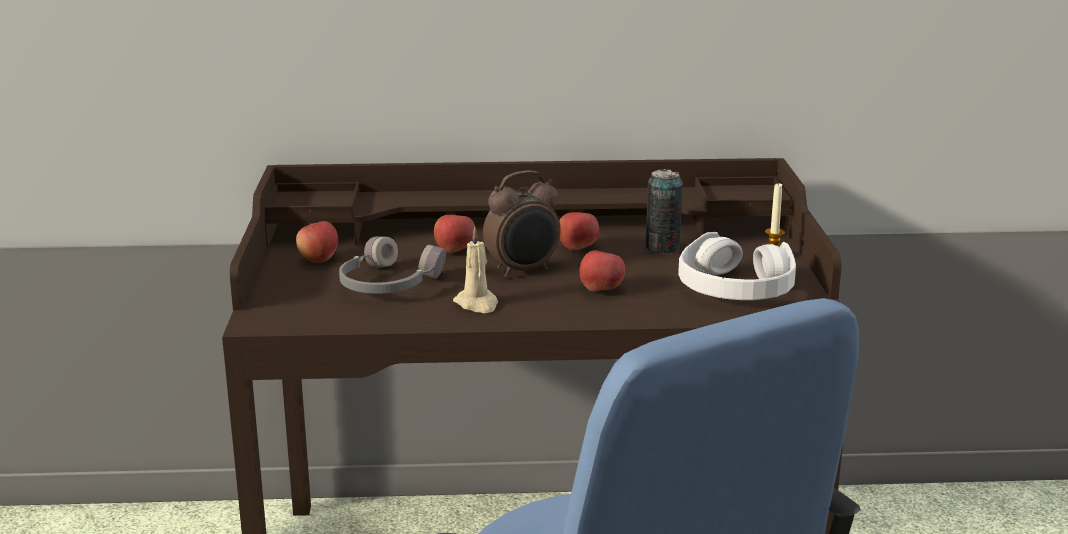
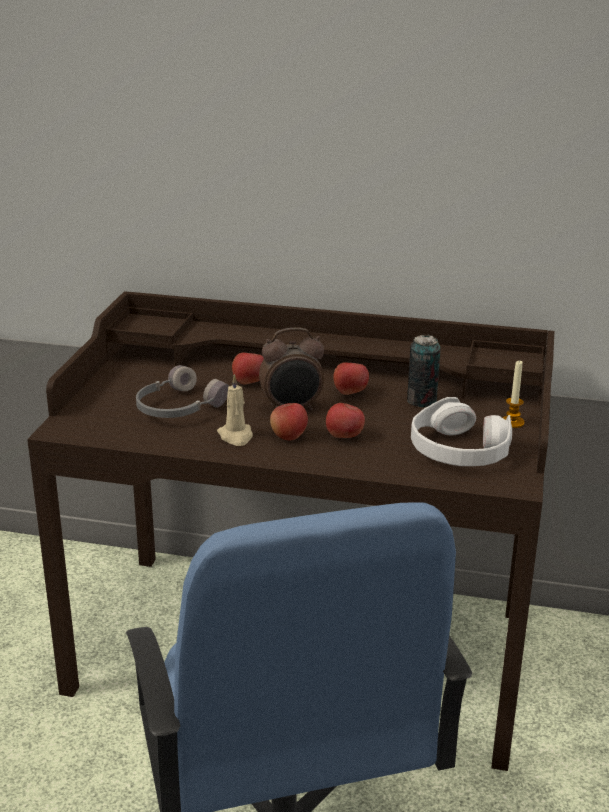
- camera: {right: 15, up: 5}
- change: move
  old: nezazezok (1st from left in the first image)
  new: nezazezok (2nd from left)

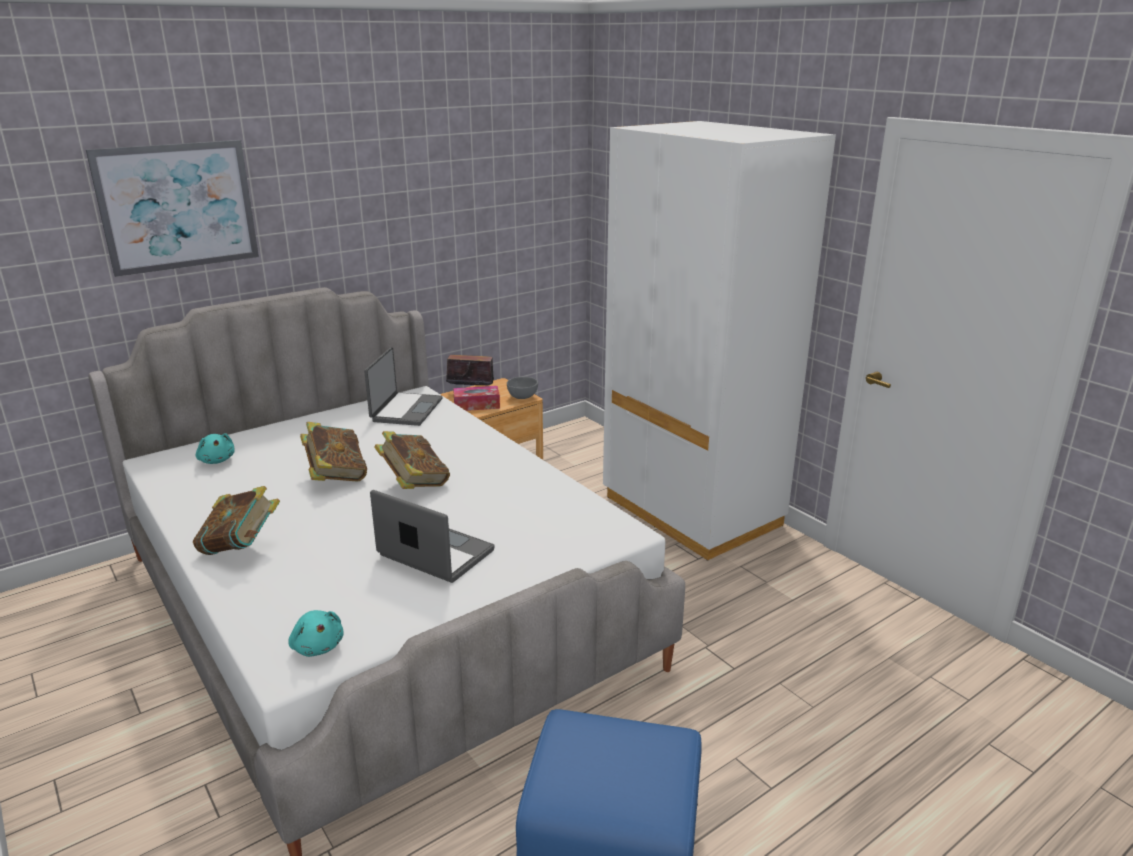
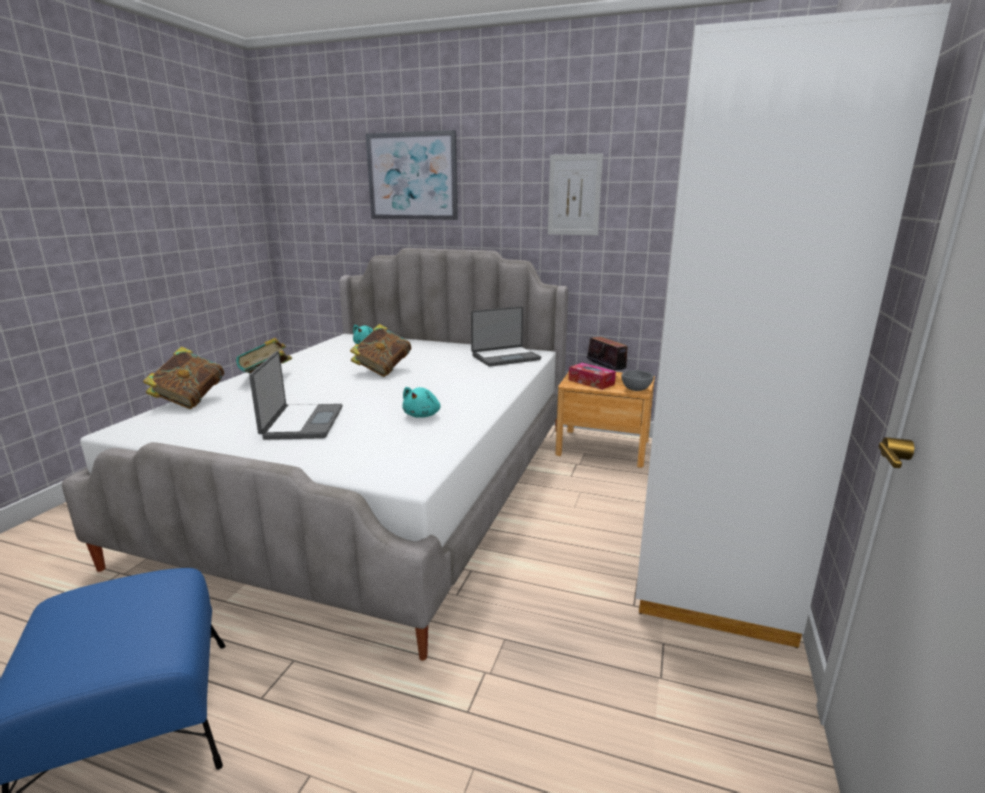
- camera: {right: 55, up: -5}
- change: move
  old: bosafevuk (3rd from left in the first image)
  new: bosafevuk (1st from left)
- change: move
  old: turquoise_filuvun (2nd from left)
- change: insert
  new: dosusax (2nd from left)

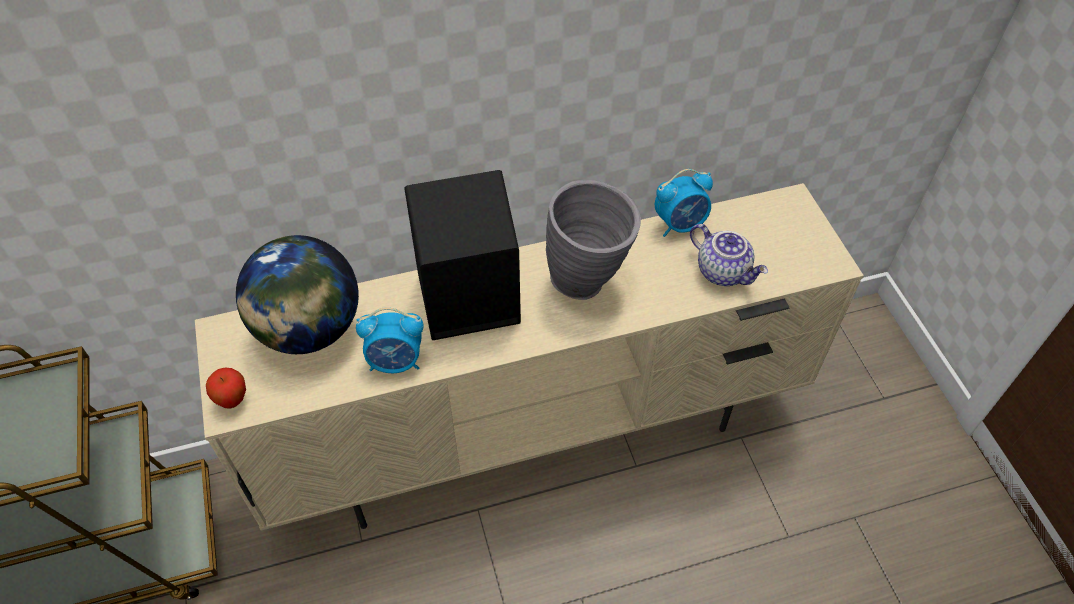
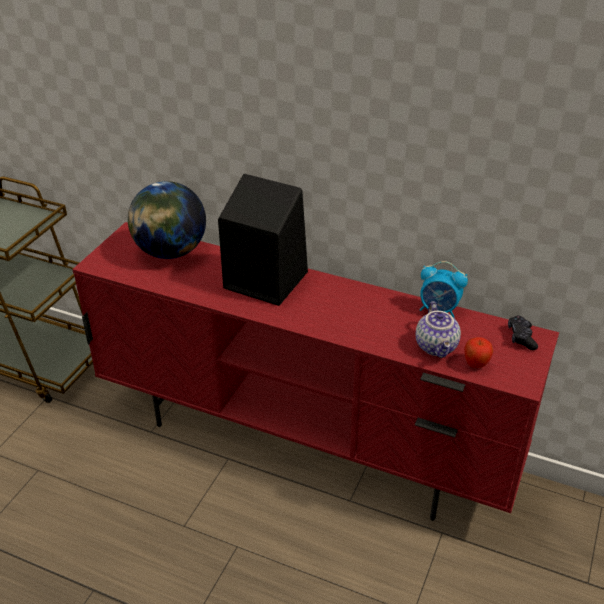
- camera: {right: 40, up: -15}
- change: delete
  old: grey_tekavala
- change: recolor
  old: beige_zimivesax
  new: red_zimivesax
- change: delete
  old: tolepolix (1st from left)
- change: move
  old: nezazezok
- change: insert
  new: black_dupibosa

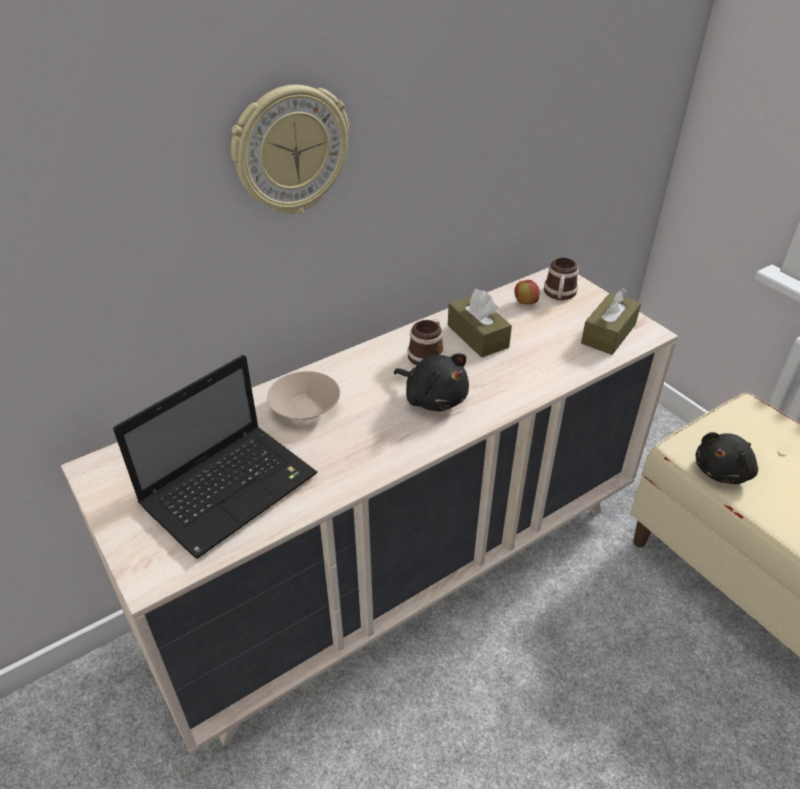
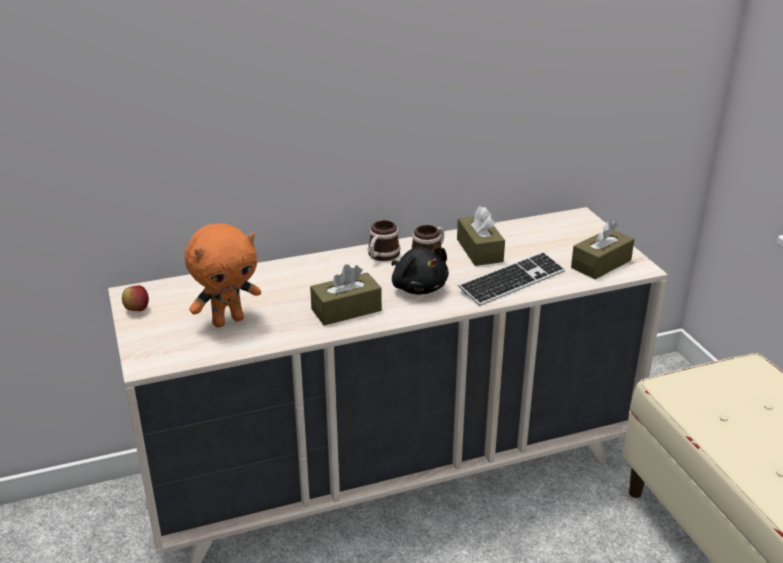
- camera: {right: 15, up: -10}
- change: delete
  old: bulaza
- change: move
  old: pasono (2nd from left in the first image)
  new: pasono (1st from left)
- change: move
  old: nezazezok
- change: replace
  old: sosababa
  new: orange_filuvun
- change: delete
  old: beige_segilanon
- change: delete
  old: black_filuvun (2nd from left)
- change: insert
  new: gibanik
- change: insert
  new: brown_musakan (1st from left)

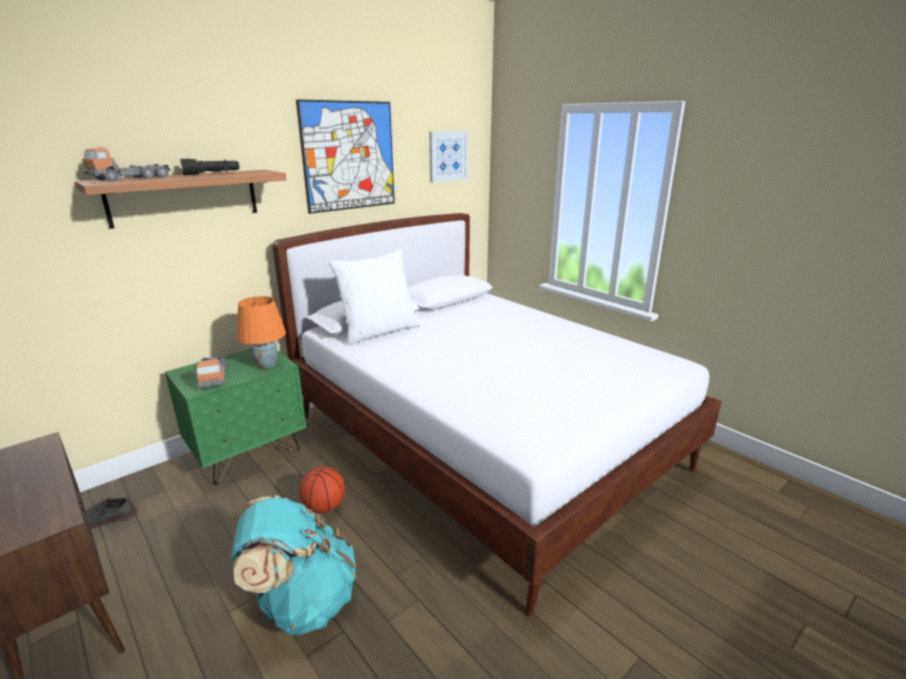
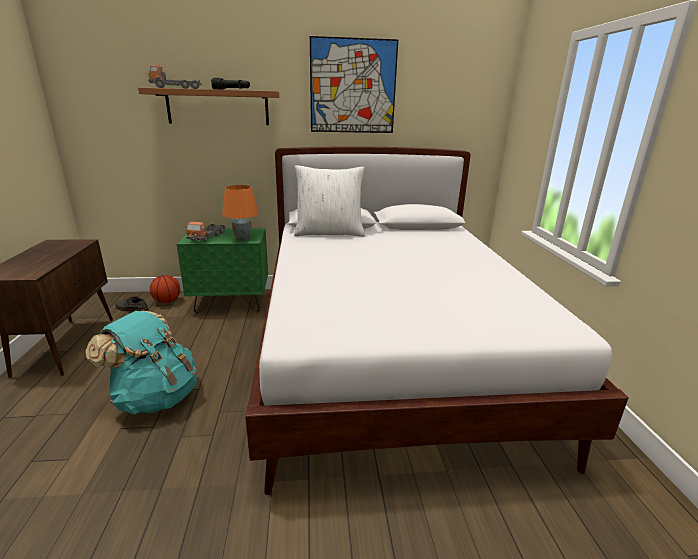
- camera: {right: 35, up: 0}
- change: delete
  old: dosusax (2nd from left)
- change: move
  old: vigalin

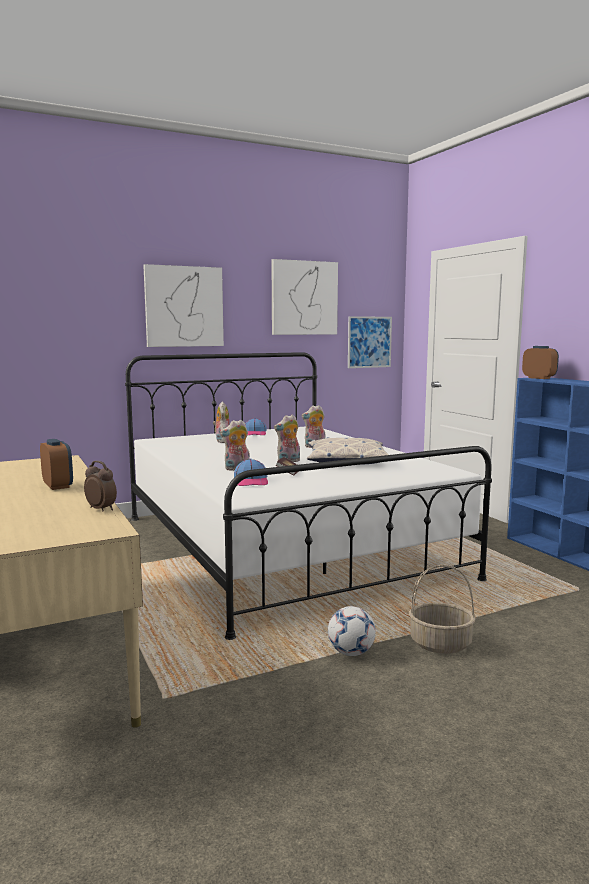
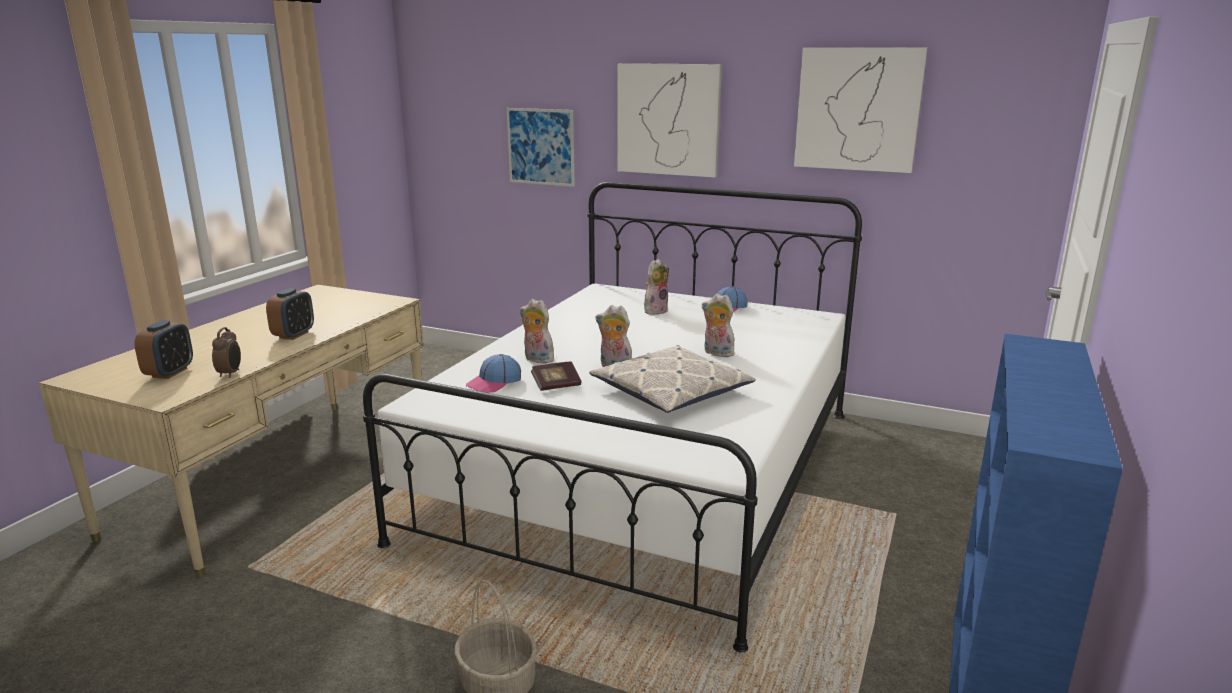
- camera: {right: 50, up: 10}
- change: move
  old: dosusax (3rd from left in the first image)
  new: dosusax (1st from left)
- change: move
  old: tolepolix (3rd from left in the first image)
  new: tolepolix (1st from left)
- change: delete
  old: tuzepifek

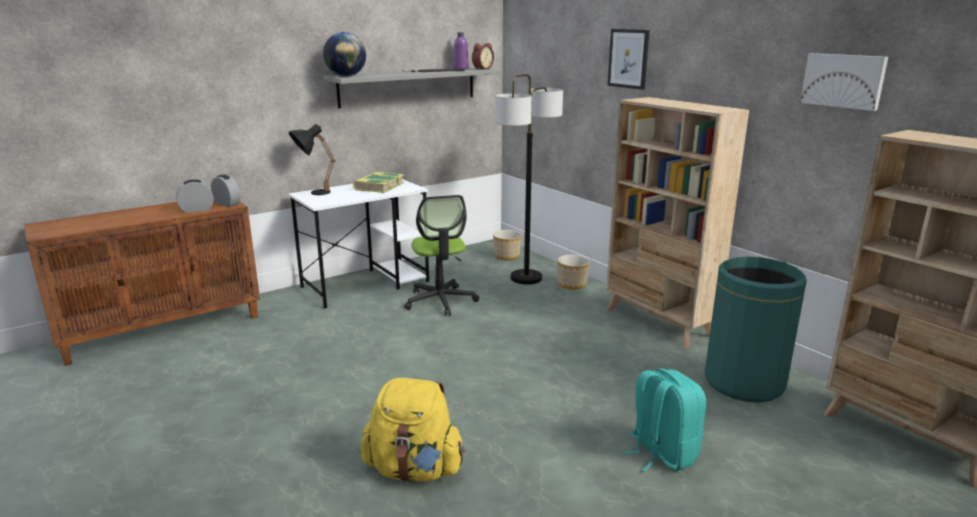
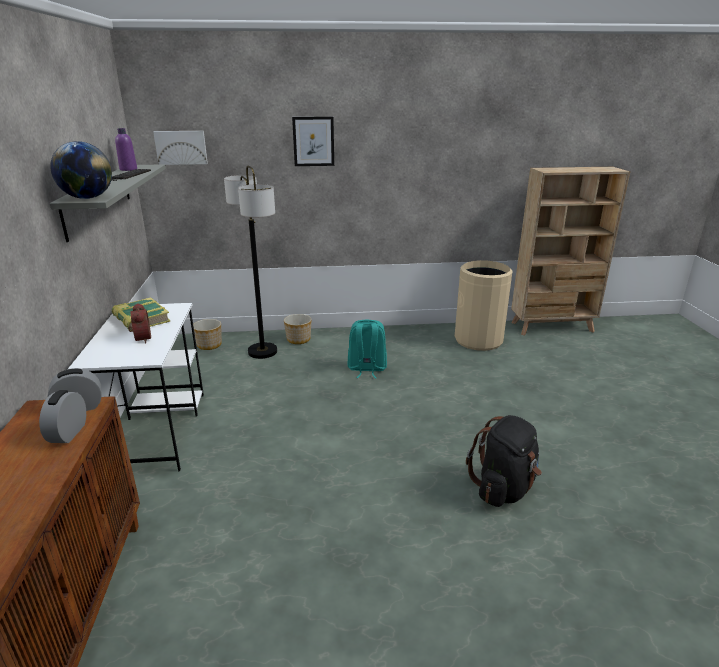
- camera: {right: -60, up: 5}
- change: move
  old: tolepolix (3rd from left)
- change: move
  old: dosusax (2nd from left in the first image)
  new: dosusax (1st from left)
- change: delete
  old: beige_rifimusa (1st from left)
- change: delete
  old: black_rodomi
- change: delete
  old: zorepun
- change: recolor
  old: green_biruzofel
  new: beige_biruzofel
- change: move
  old: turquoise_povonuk
- change: recolor
  old: yellow_povonuk
  new: black_povonuk

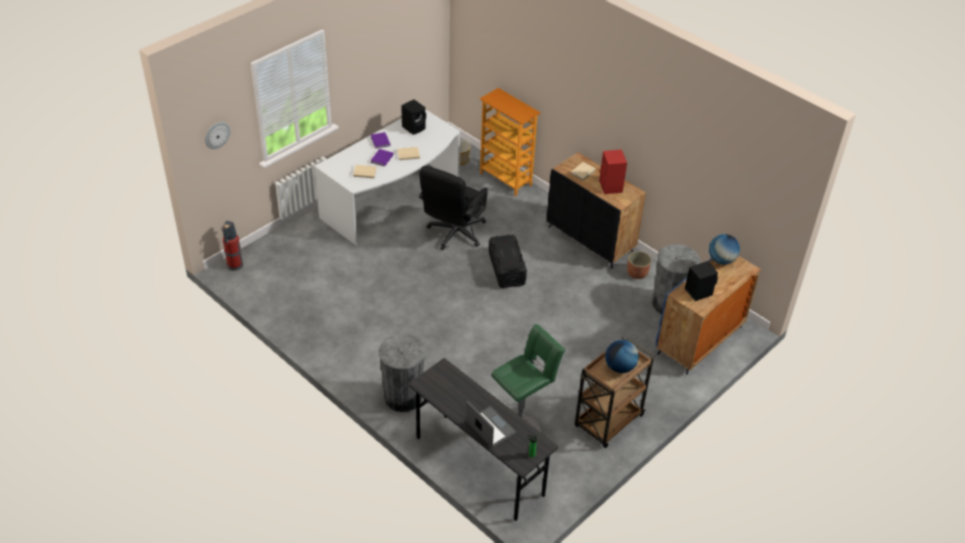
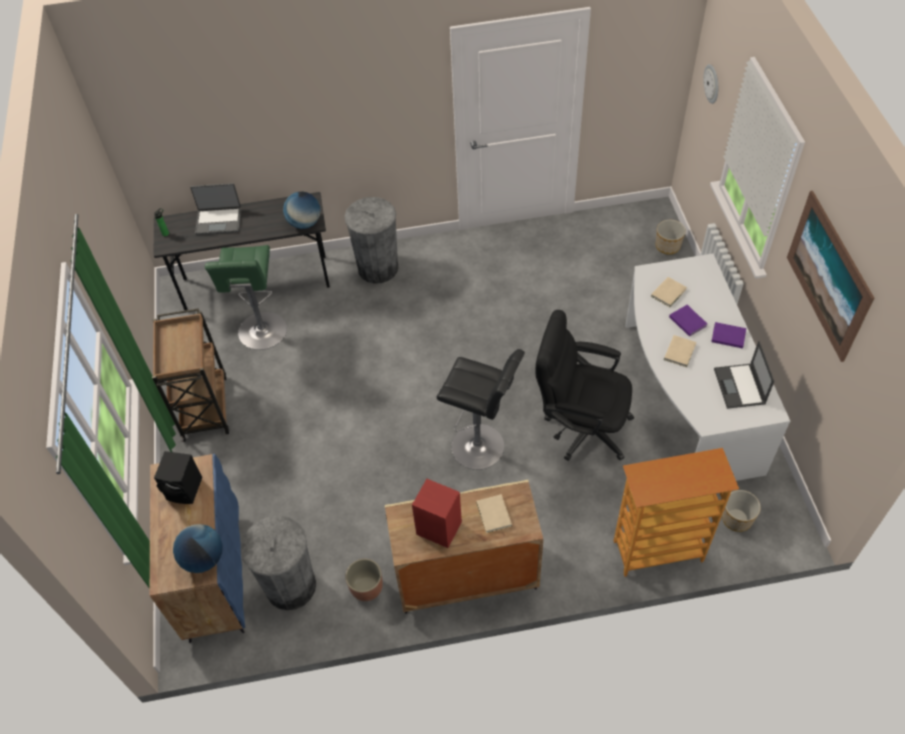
- camera: {right: 130, up: 10}
- change: replace
  old: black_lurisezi (1st from left)
  new: sosababa (2nd from left)
- change: recolor
  old: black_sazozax
  new: beige_sazozax
- change: rotate
  old: black_zorepun
  degrees: -45
- change: delete
  old: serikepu
- change: replace
  old: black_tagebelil
  new: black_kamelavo
- change: move
  old: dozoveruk (1st from left in the first image)
  new: dozoveruk (2nd from left)
- change: insert
  new: dosusax
- change: insert
  new: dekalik (2nd from left)

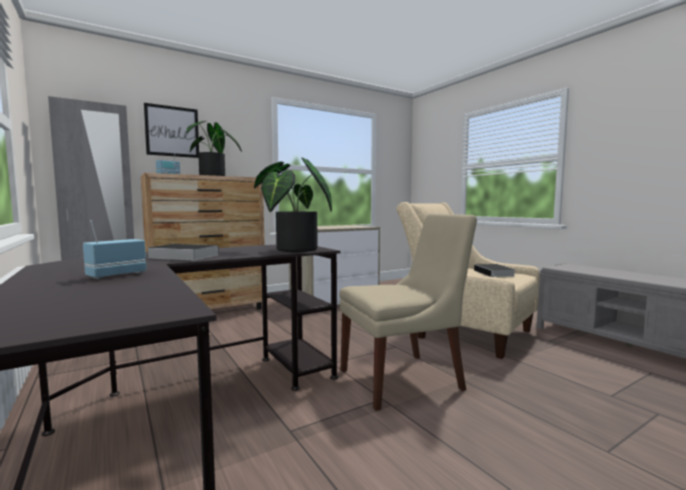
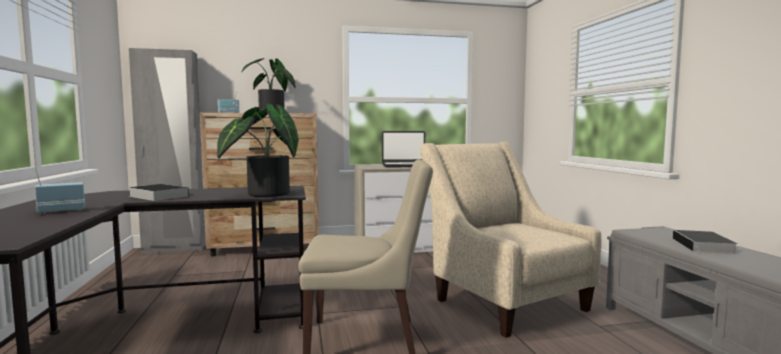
- camera: {right: 20, up: 0}
- change: delete
  old: dosusax
- change: move
  old: bosafevuk (2nd from left)
- change: insert
  new: sosababa

